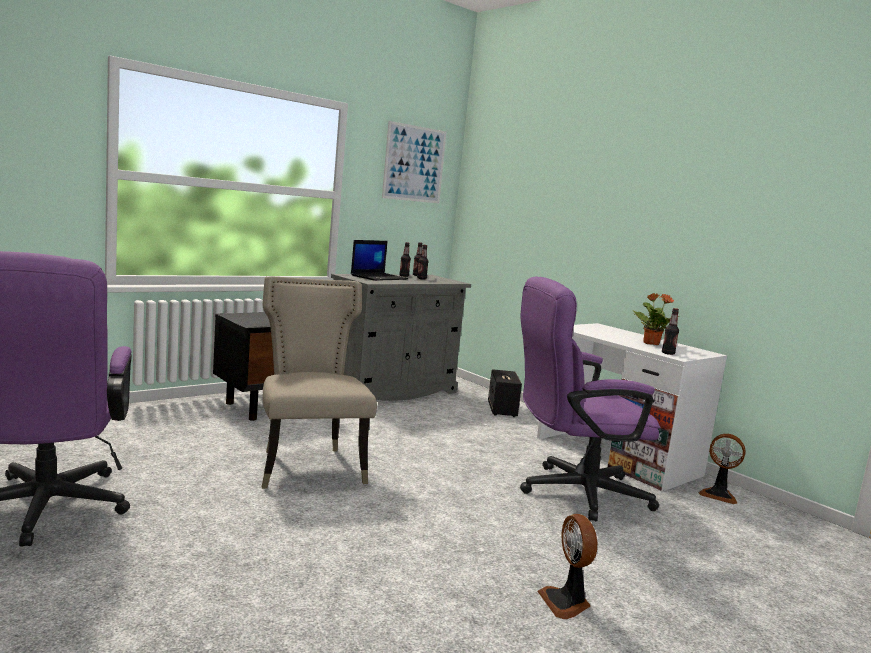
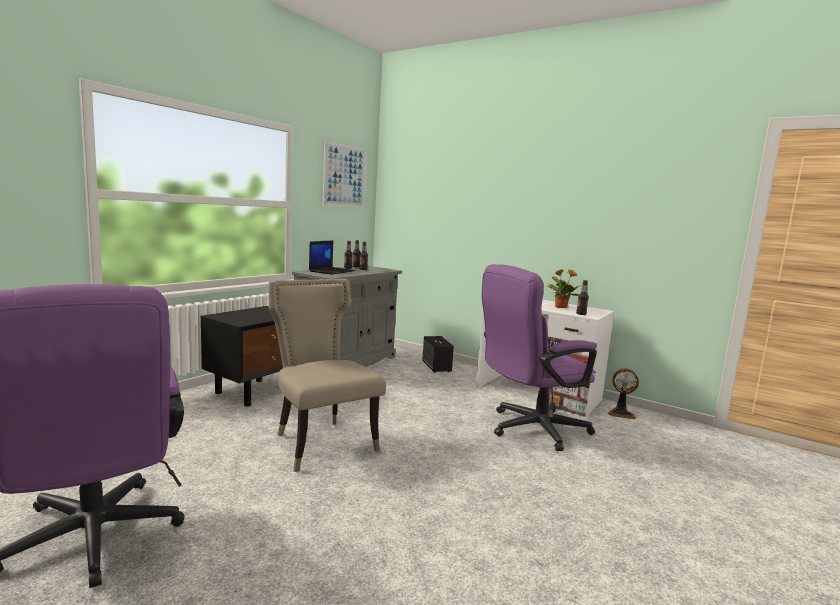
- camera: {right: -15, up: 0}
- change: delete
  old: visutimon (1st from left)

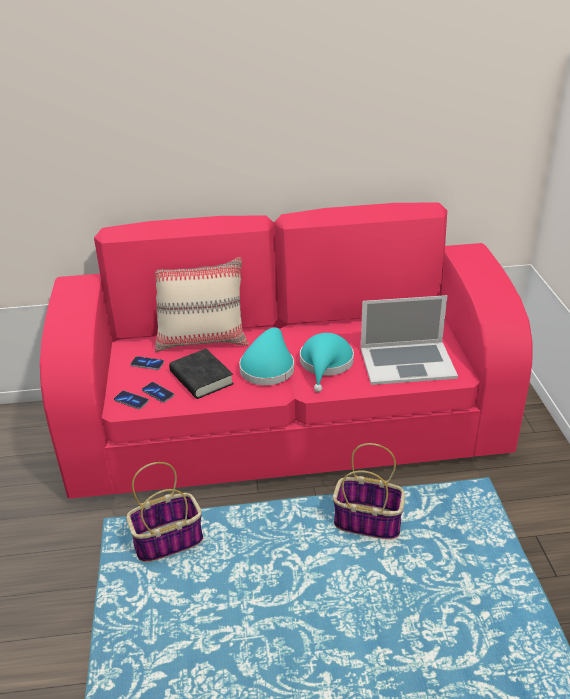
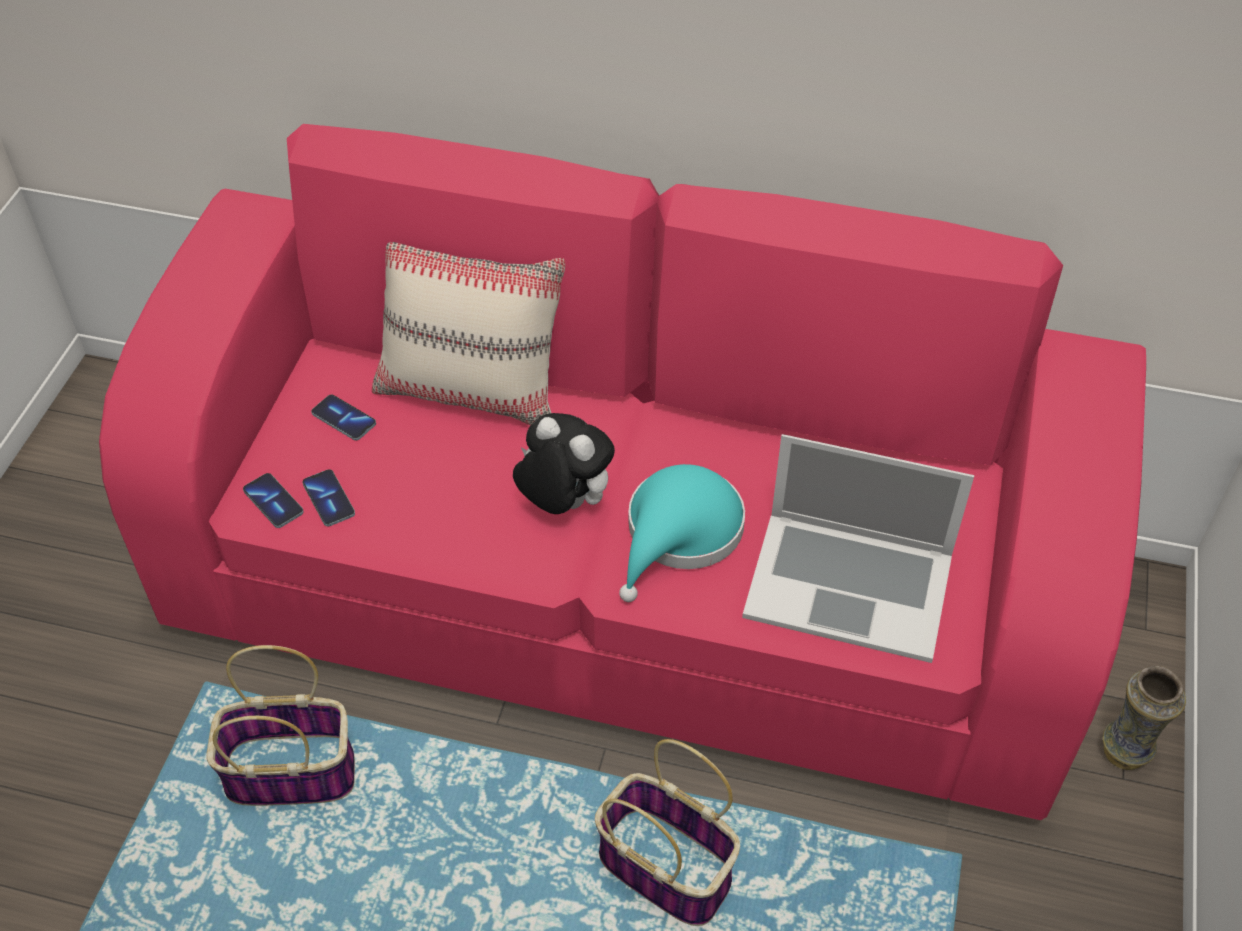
- camera: {right: 20, up: 15}
- change: replace
  old: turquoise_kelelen (1st from left)
  new: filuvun
- change: delete
  old: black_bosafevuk
- change: insert
  new: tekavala

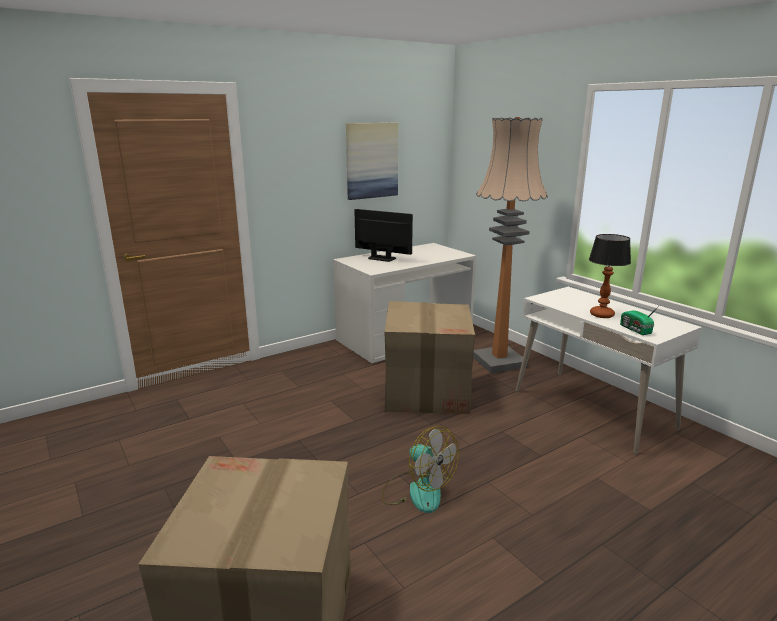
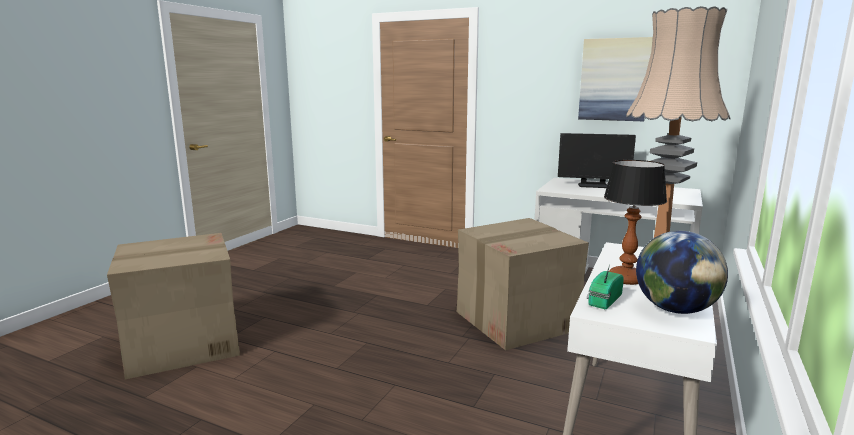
- camera: {right: 60, up: -5}
- change: rotate
  old: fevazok
  degrees: 105
- change: delete
  old: visutimon
- change: insert
  new: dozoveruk

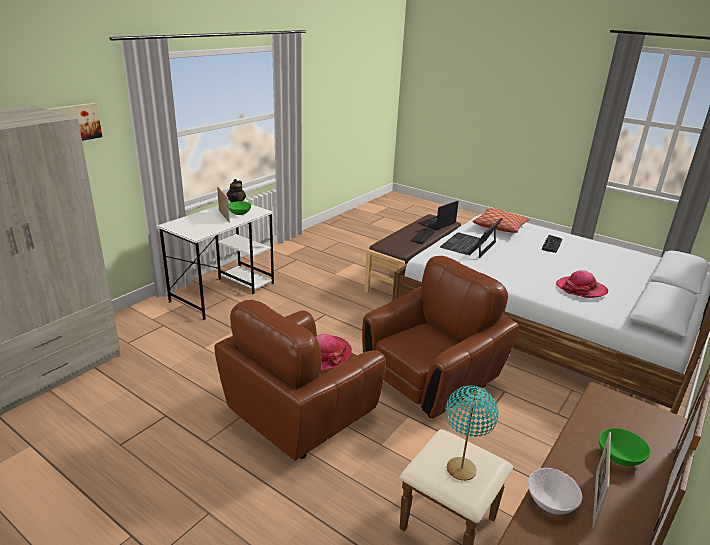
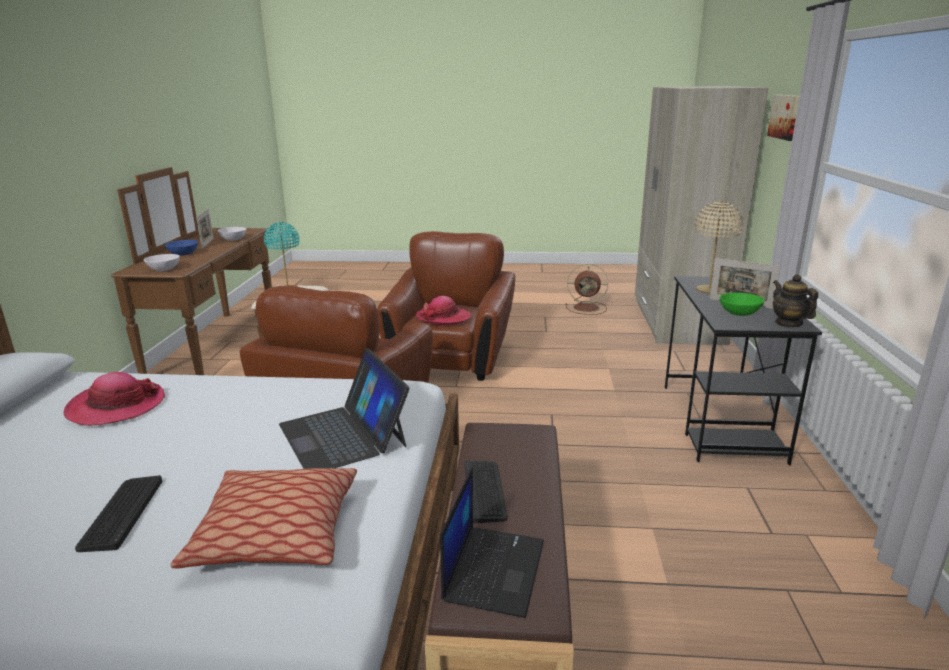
- camera: {right: 150, up: -5}
- change: recolor
  old: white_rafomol
  new: black_rafomol
- change: rotate
  old: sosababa (2nd from left in the first image)
  degrees: 150
- change: recolor
  old: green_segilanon (2nd from left)
  new: blue_segilanon
- change: insert
  new: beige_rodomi
- change: insert
  new: white_segilanon (1st from left)
- change: insert
  new: brown_visutimon

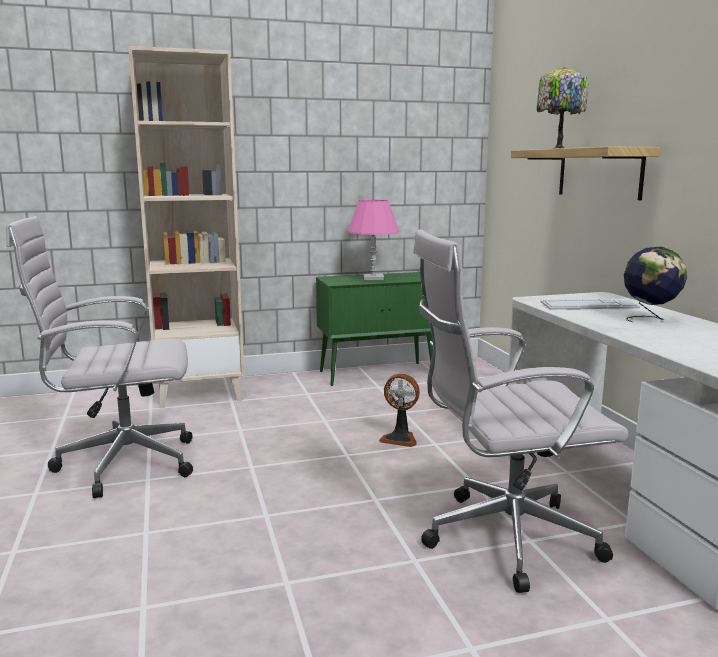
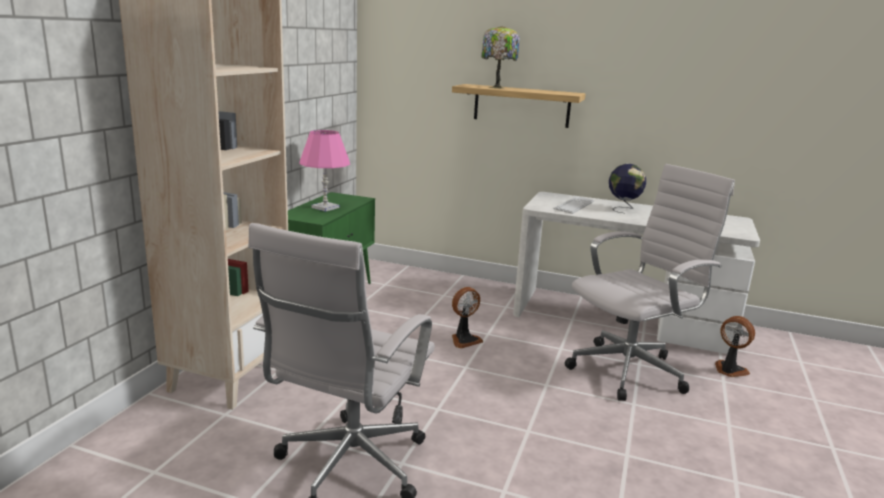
- camera: {right: -55, up: 5}
- change: rotate
  old: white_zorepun (2nd from left)
  degrees: -150
- change: insert
  new: visutimon (2nd from left)

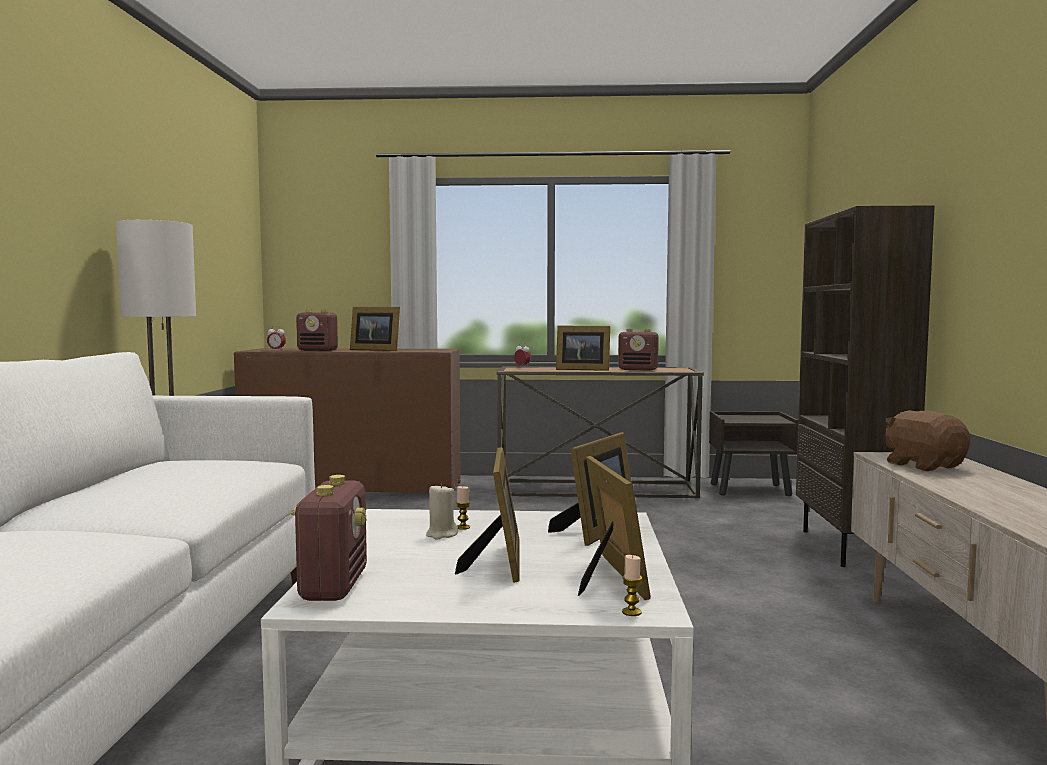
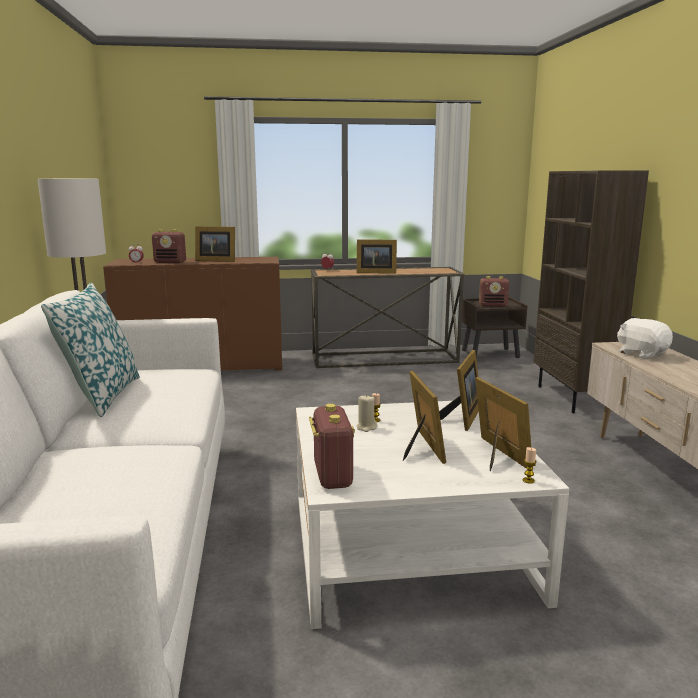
- camera: {right: -10, up: 10}
- change: move
  old: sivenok (3rd from left)
- change: recolor
  old: brown_filuvun
  new: white_filuvun
- change: insert
  new: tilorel

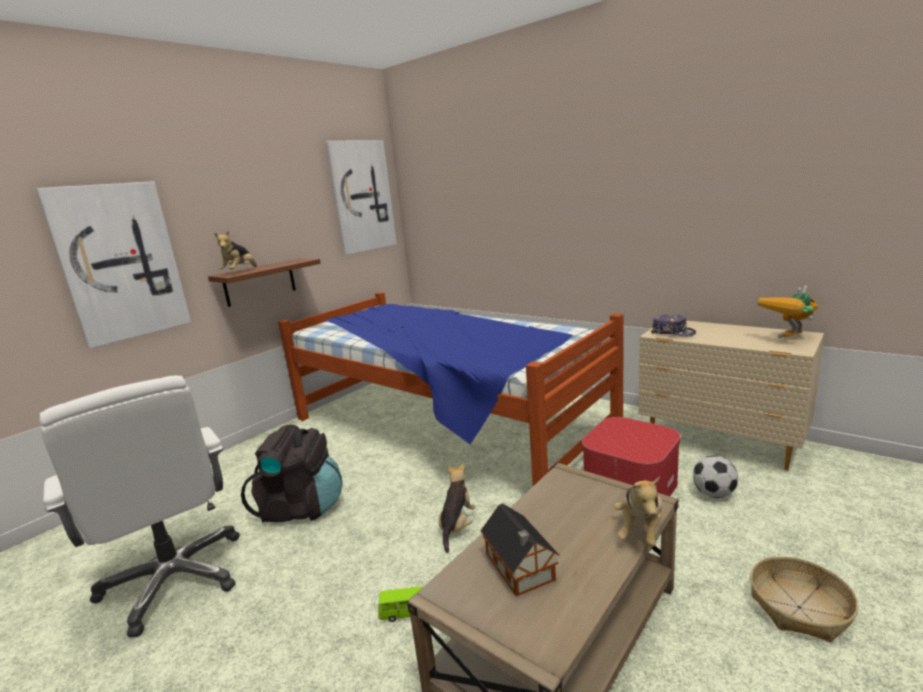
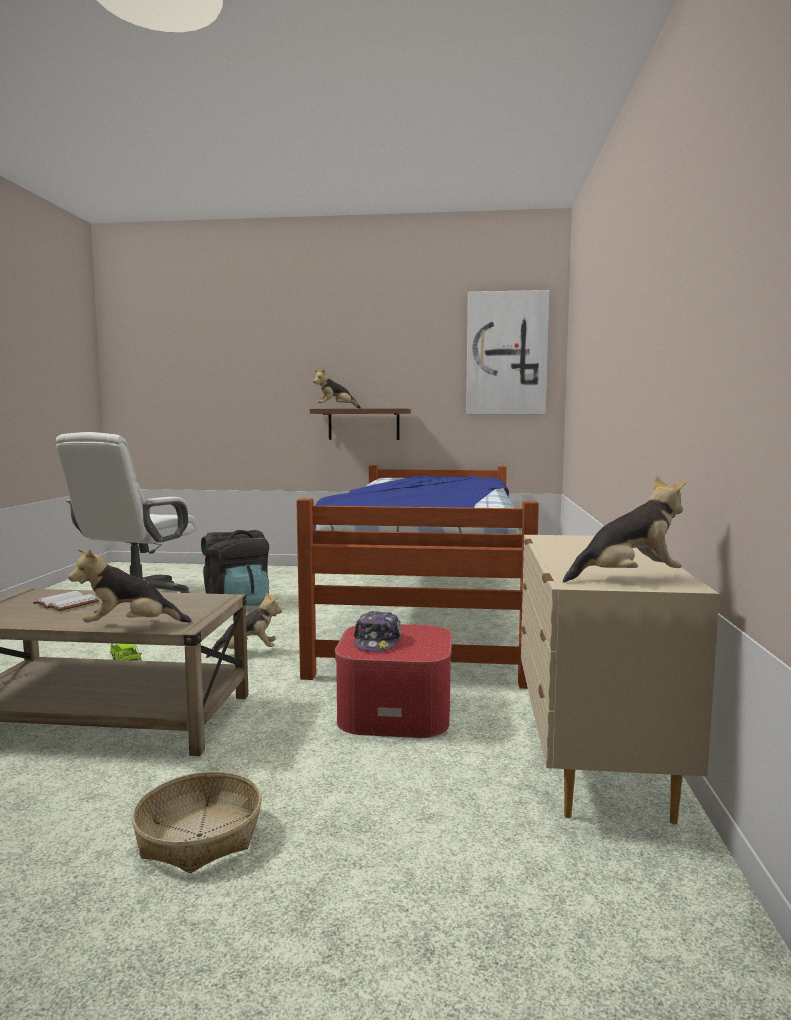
- camera: {right: 55, up: -10}
- change: delete
  old: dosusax (1st from left)
- change: replace
  old: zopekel
  new: filuvun (4th from left)
- change: move
  old: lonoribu
- change: delete
  old: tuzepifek
- change: replace
  old: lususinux
  new: white_bosafevuk

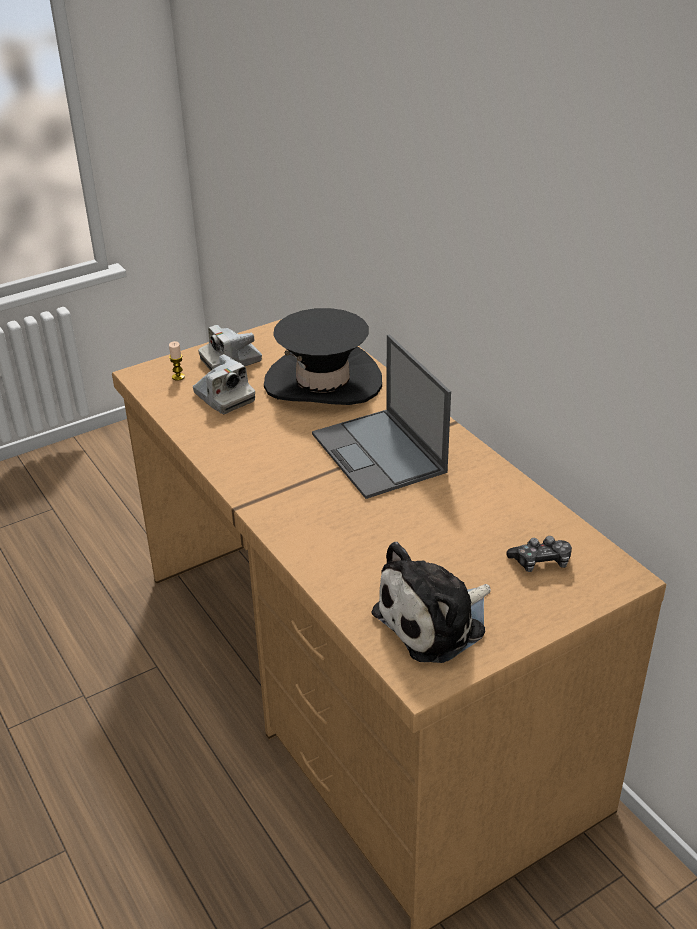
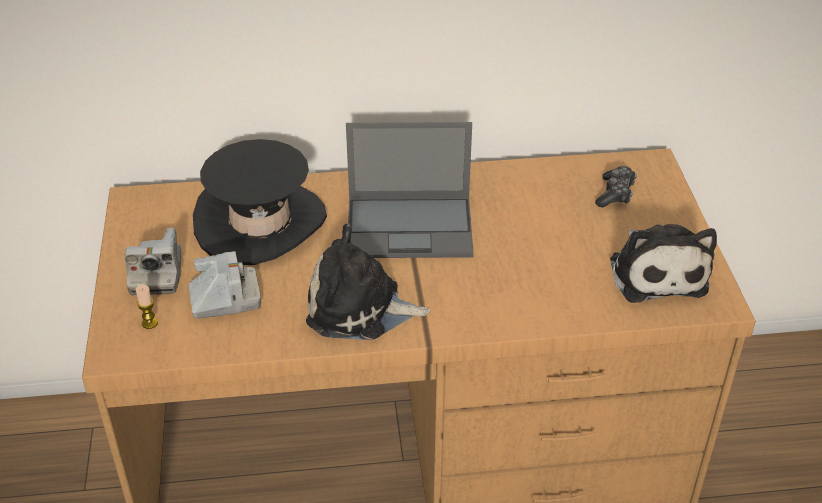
- camera: {right: -65, up: 5}
- change: insert
  new: filuvun (1st from left)

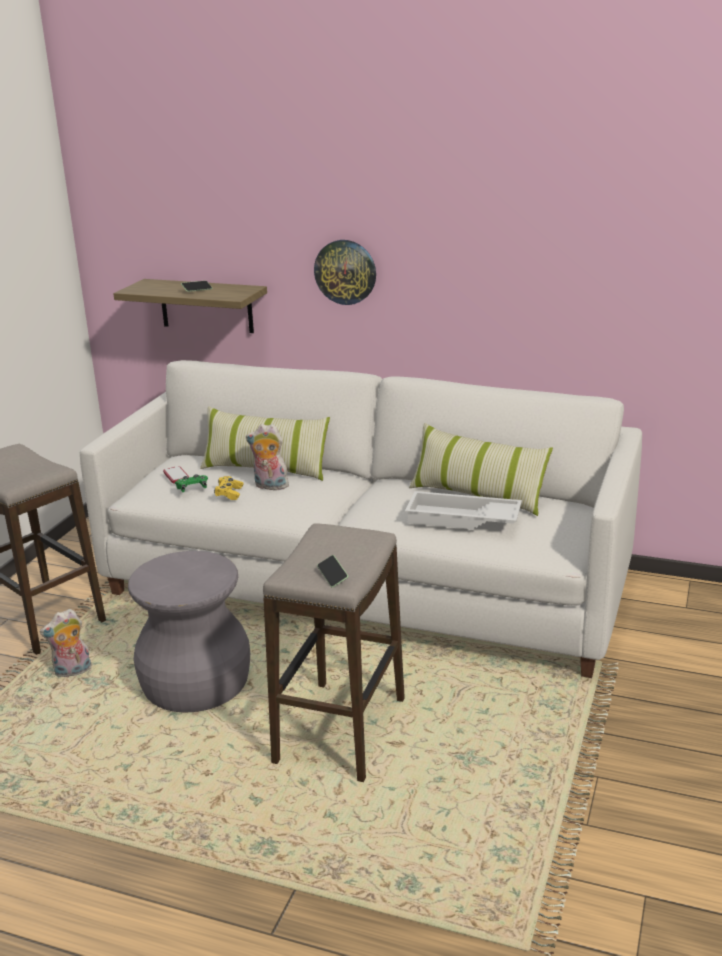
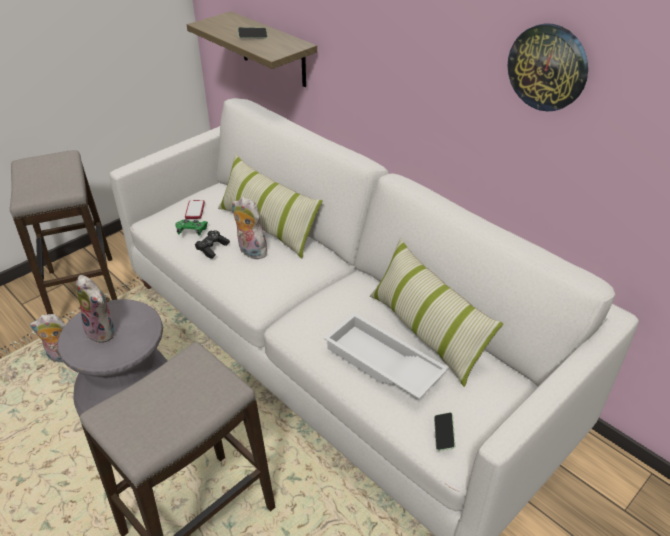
- camera: {right: 25, up: 15}
- change: move
  old: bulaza
- change: recolor
  old: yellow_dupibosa
  new: black_dupibosa
- change: move
  old: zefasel (3rd from left)
- change: insert
  new: filuvun (2nd from left)

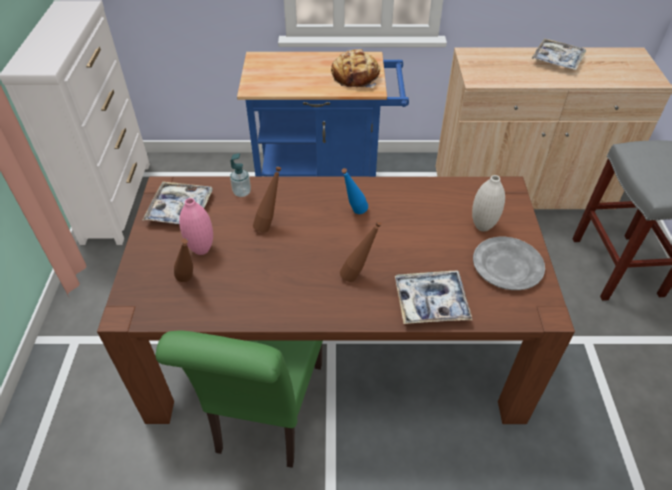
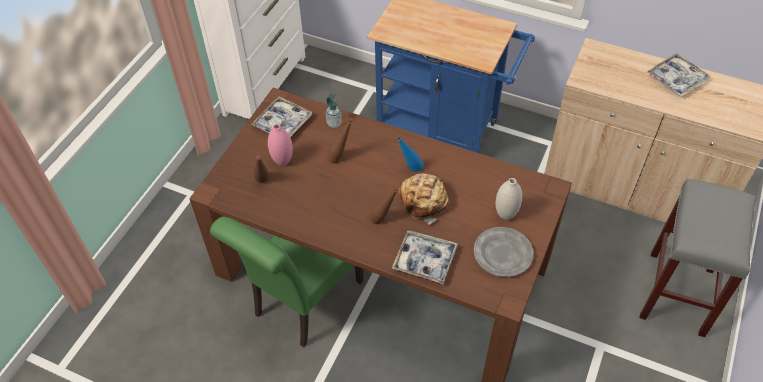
- camera: {right: 25, up: 5}
- change: move
  old: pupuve

